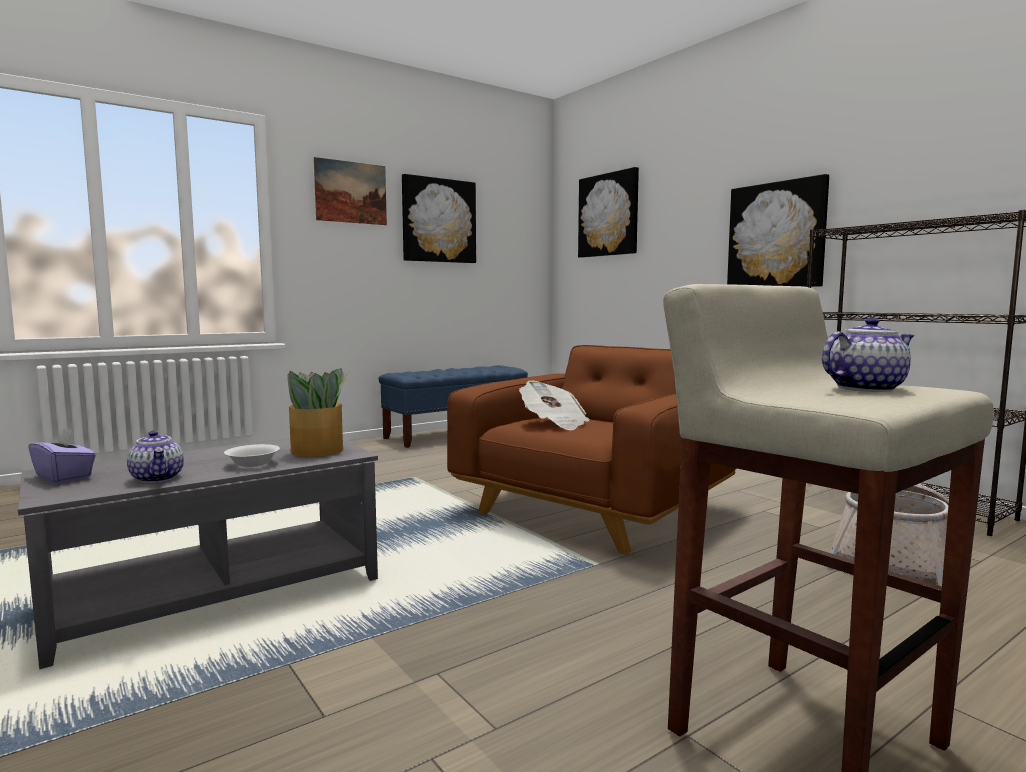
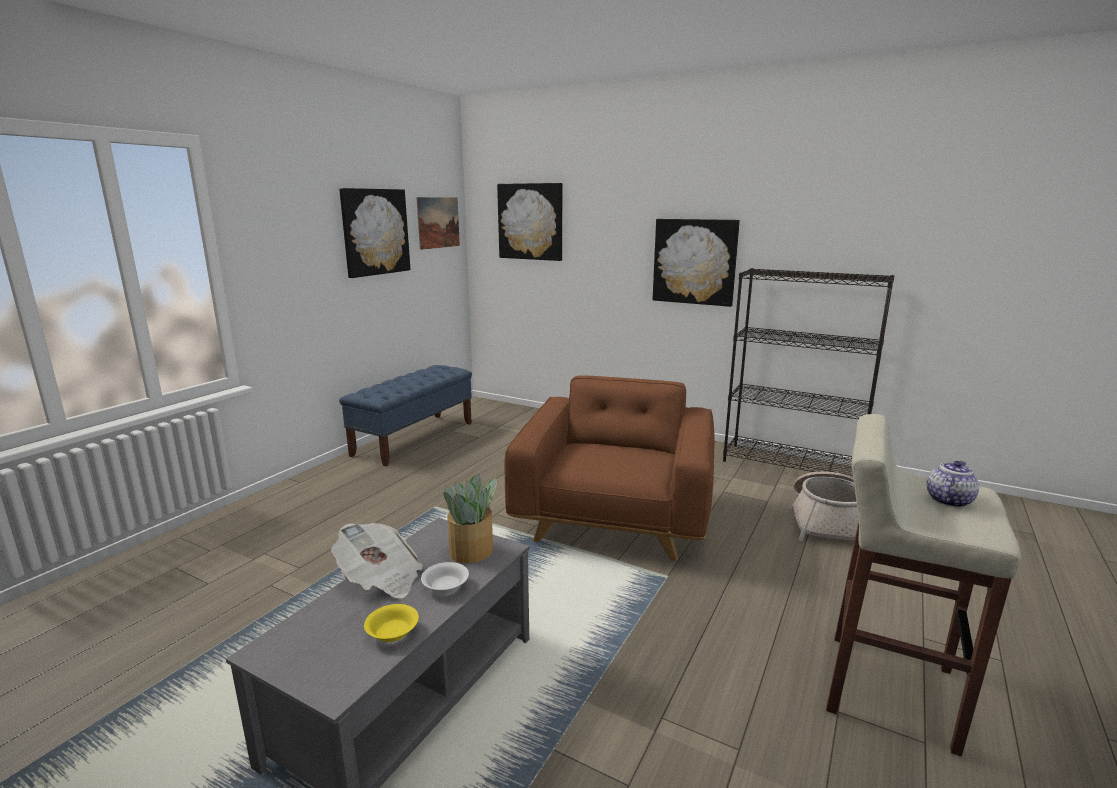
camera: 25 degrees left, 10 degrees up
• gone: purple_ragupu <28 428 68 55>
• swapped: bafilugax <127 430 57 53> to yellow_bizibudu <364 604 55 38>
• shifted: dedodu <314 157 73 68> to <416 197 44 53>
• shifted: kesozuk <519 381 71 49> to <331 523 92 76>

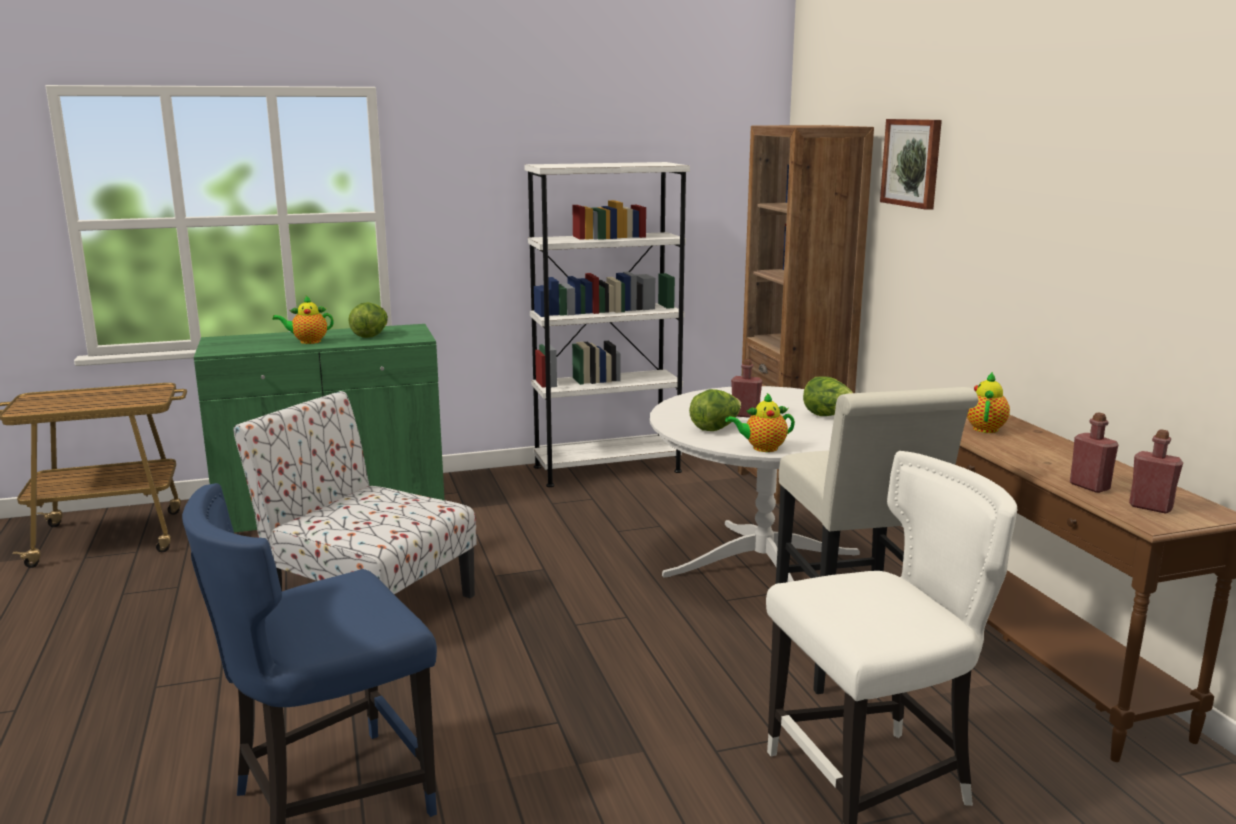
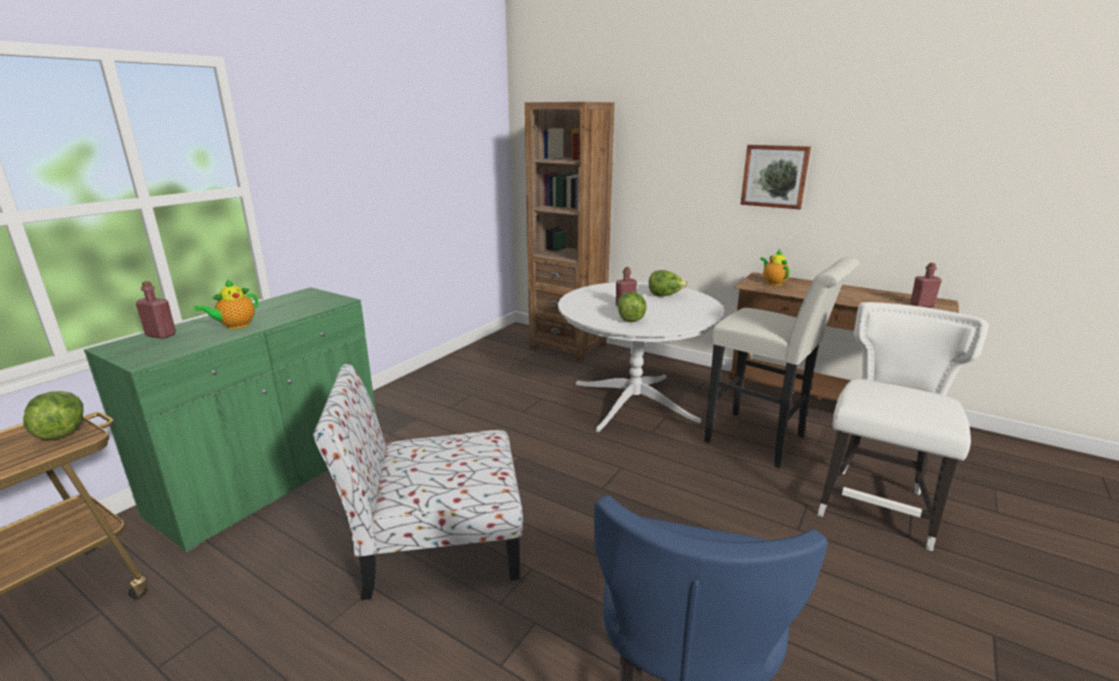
camera: 40 degrees left, 5 degrees up
• shifted: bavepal <348 302 40 36> to <23 391 60 49>
• gone: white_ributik <524 162 166 325>
• gone: bafilugax <725 393 70 59>
• shifted: dedodu <880 119 62 91> to <740 145 71 64>
• shifted: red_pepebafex <1070 413 49 80> to <136 281 40 58>

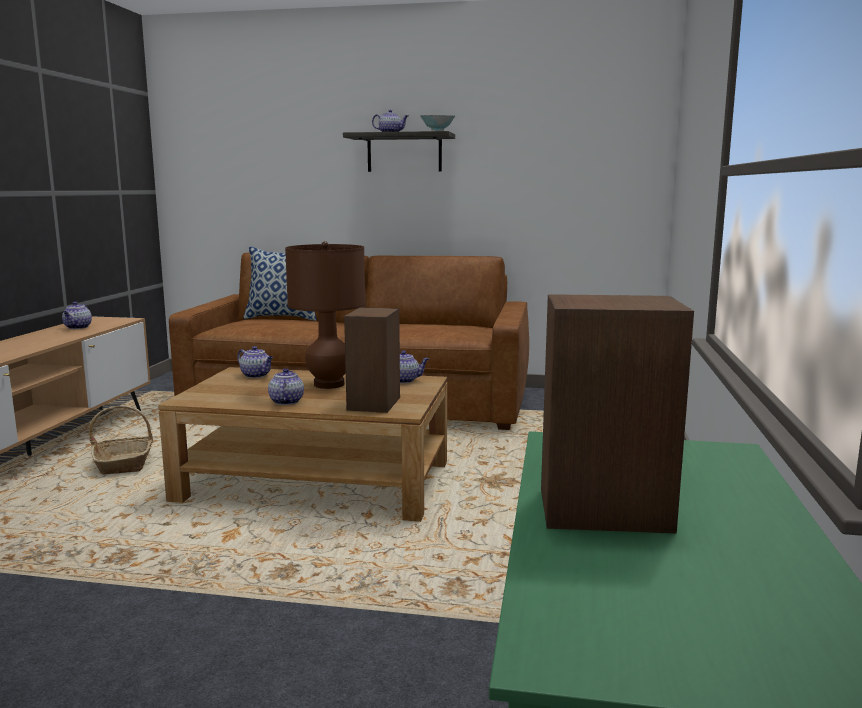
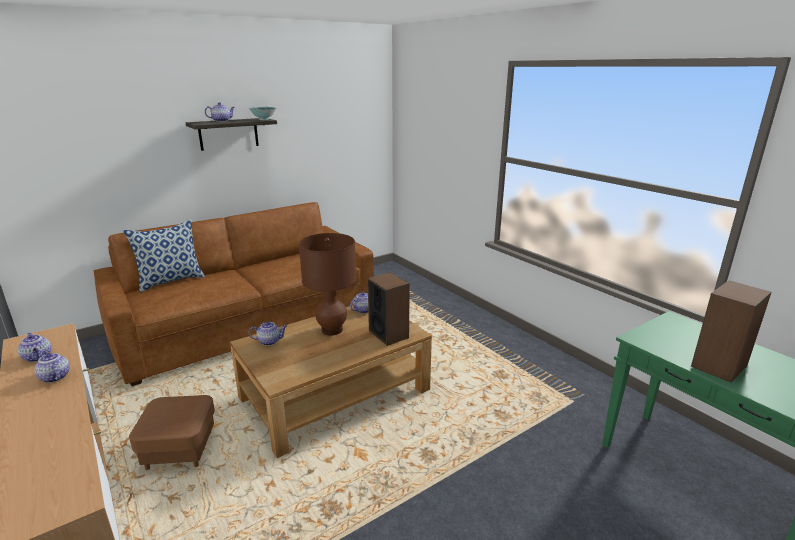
camera: 45 degrees left, 10 degrees up
• swapped: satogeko <89 406 64 68> to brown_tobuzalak <129 395 86 75>
• shifted: bafilugax <268 368 36 37> to <34 351 36 32>

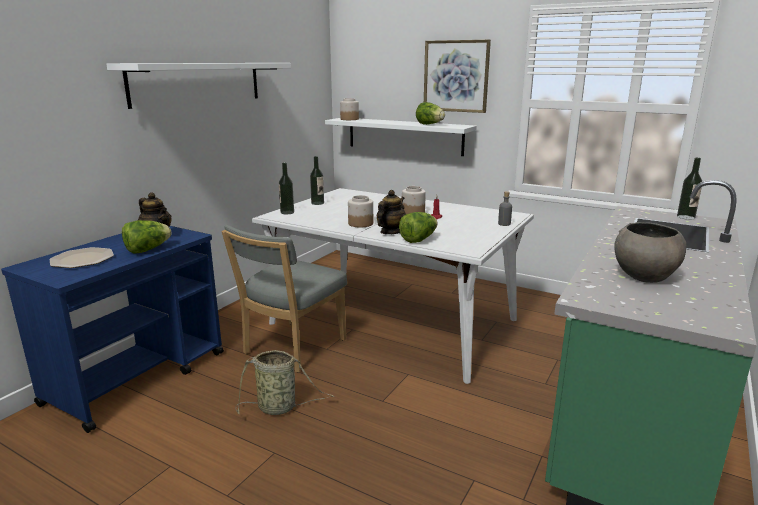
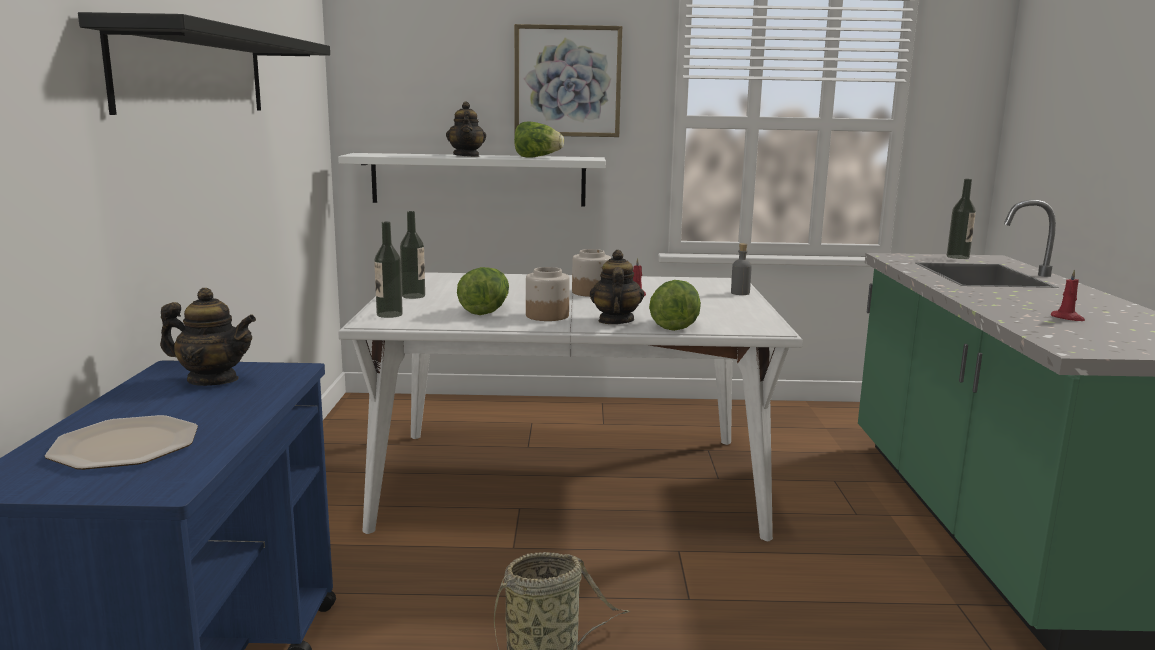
camera: 30 degrees left, 5 degrees down
• repainted: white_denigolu <106 63 185 46> to black_denigolu <78 12 252 103>
• shifted: bavepal <122 220 50 34> to <457 267 52 48>
• gone: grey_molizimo <221 225 126 147>
• gone: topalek <340 98 19 22>
• swapped: grey_bizibudu <614 222 72 61> to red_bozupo <1051 269 34 52>
• new: bafilugax <446 102 40 55>

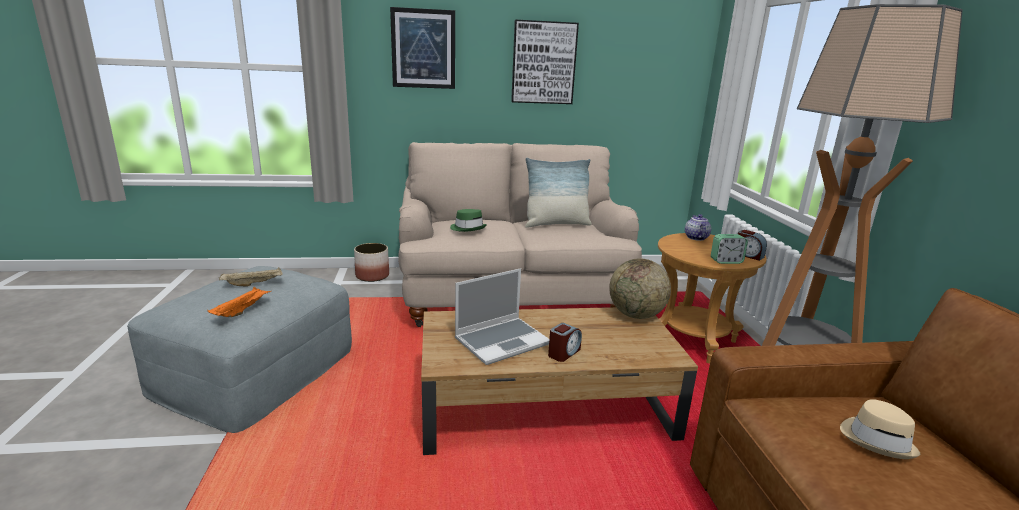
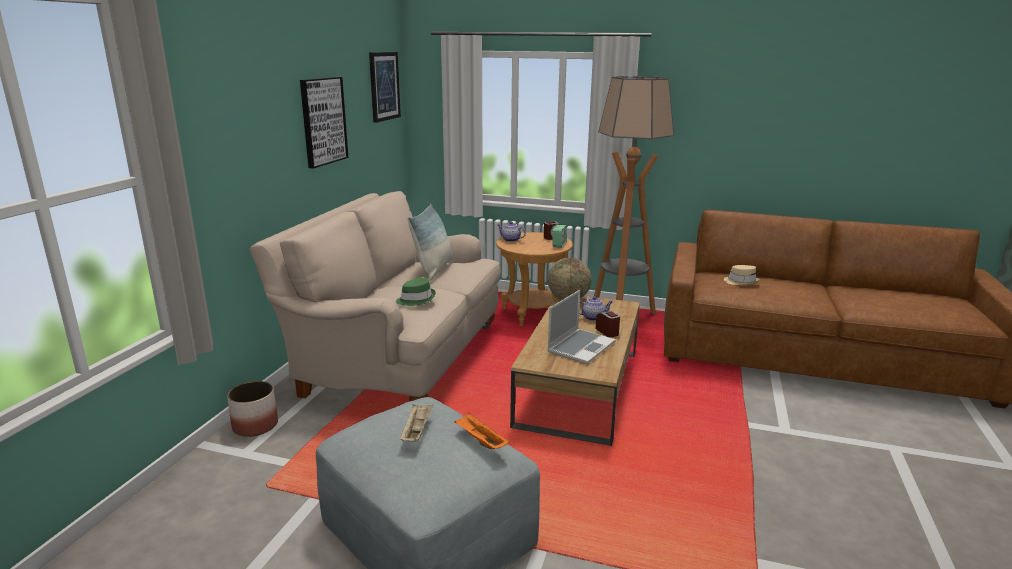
camera: 65 degrees left, 0 degrees up
• shifted: dedodu <390 7 65 82> to <369 52 32 71>
• rotated: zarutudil <455 268 94 97> = <547 290 69 74> 45 degrees clockwise
• new: bafilugax <579 296 34 25>

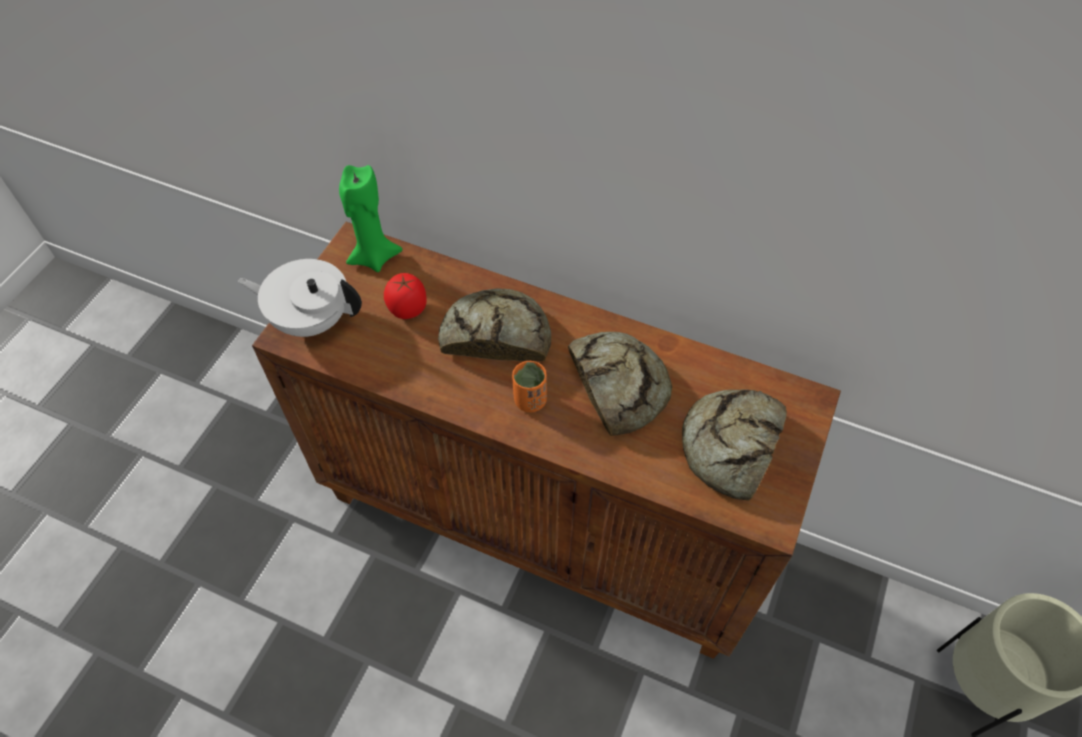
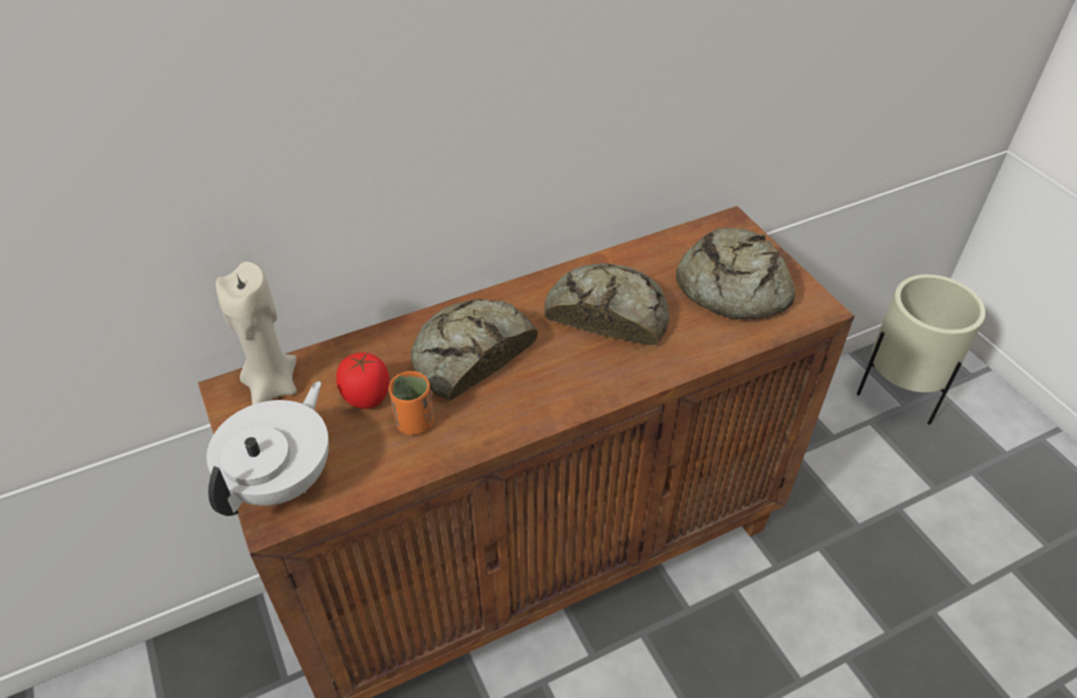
camera: 50 degrees left, 10 degrees down
• rotated: white_bafilugax <238 259 124 78> = <207 381 122 135> 150 degrees clockwise
• repainted: green_bozupo <339 165 64 107> to beige_bozupo <216 262 81 143>
• shifted: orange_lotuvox <512 361 35 51> to <389 371 45 64>

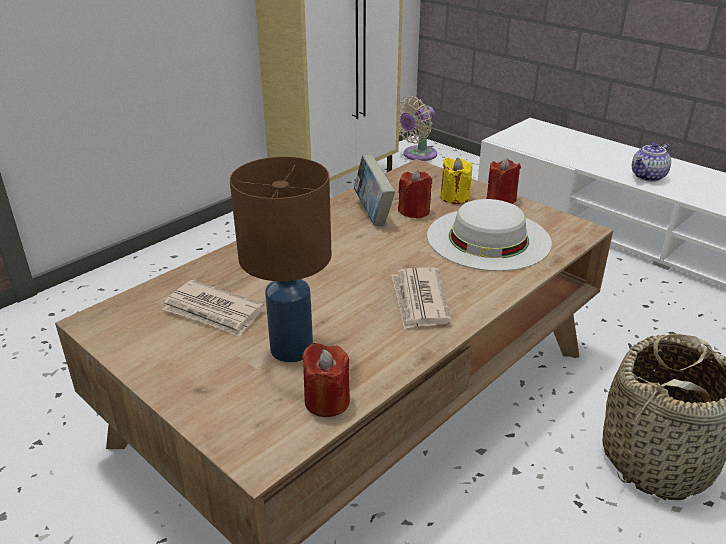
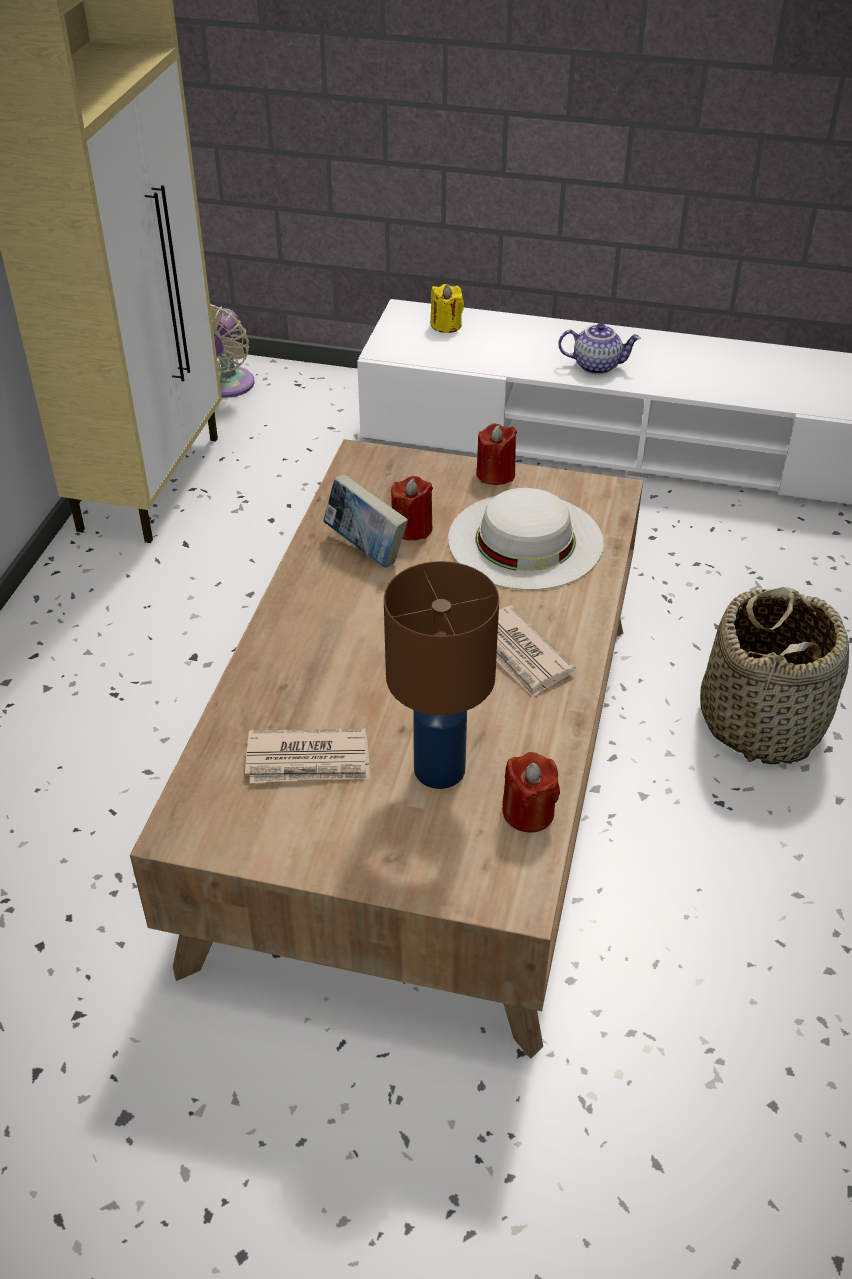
camera: 30 degrees left, 10 degrees up
• shifted: yellow_bozupo <440 157 32 47> to <430 284 34 49>
• rotated: bafilugax <632 143 39 39> = <558 323 83 51> 105 degrees counterclockwise

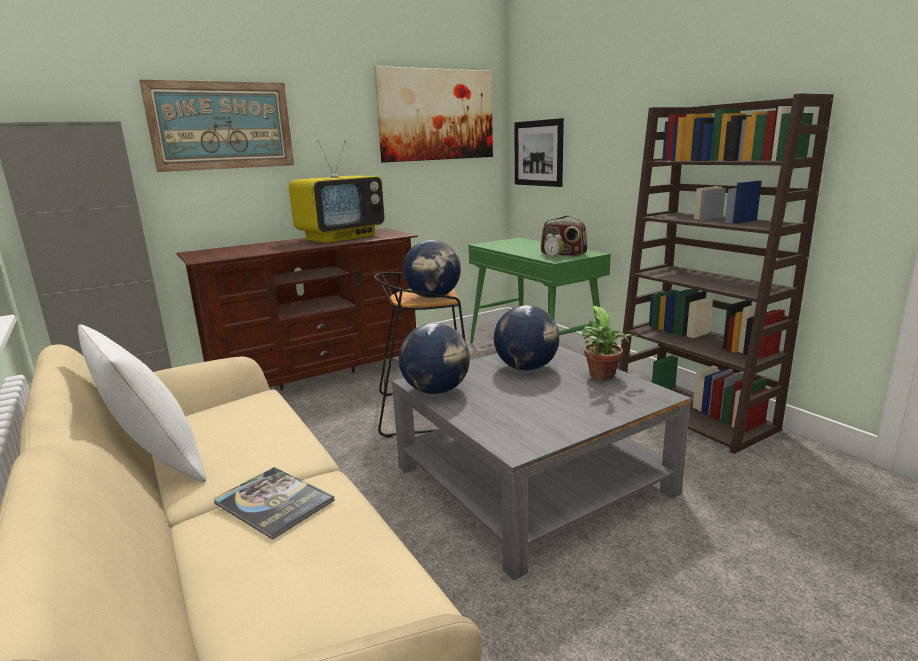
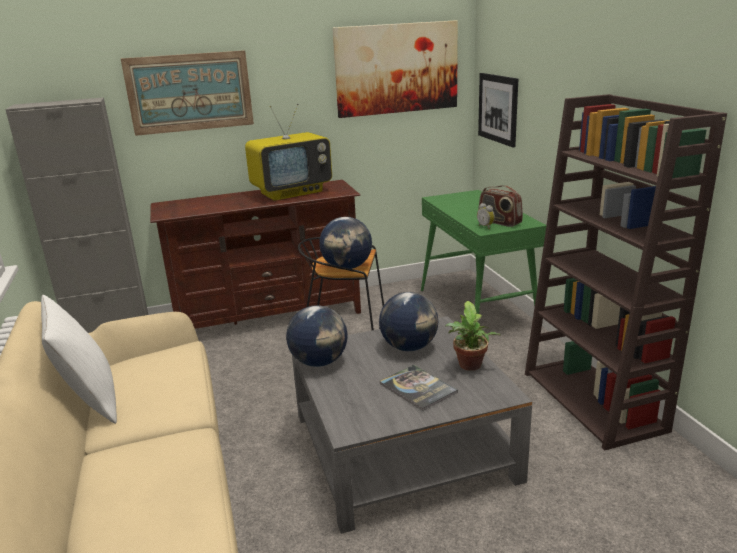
camera: 15 degrees right, 5 degrees up
• shifted: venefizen <214 467 121 73> to <379 365 79 46>

